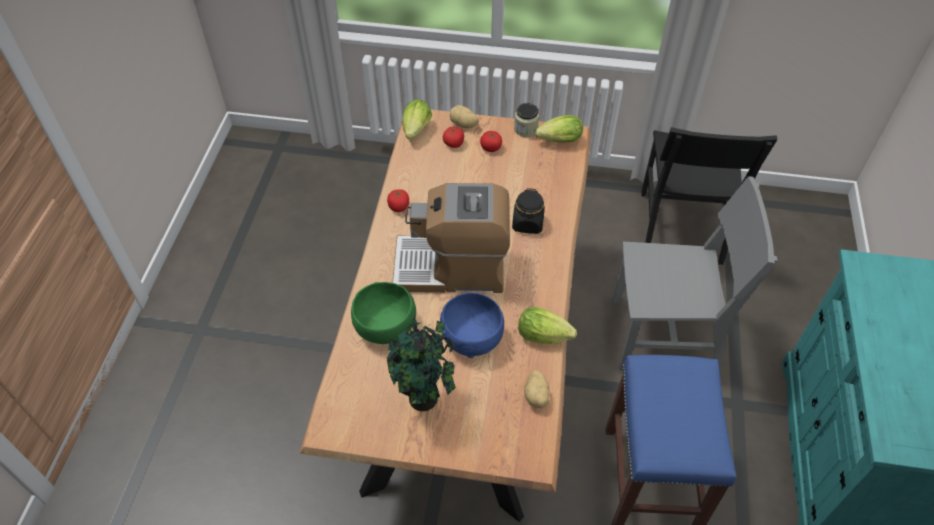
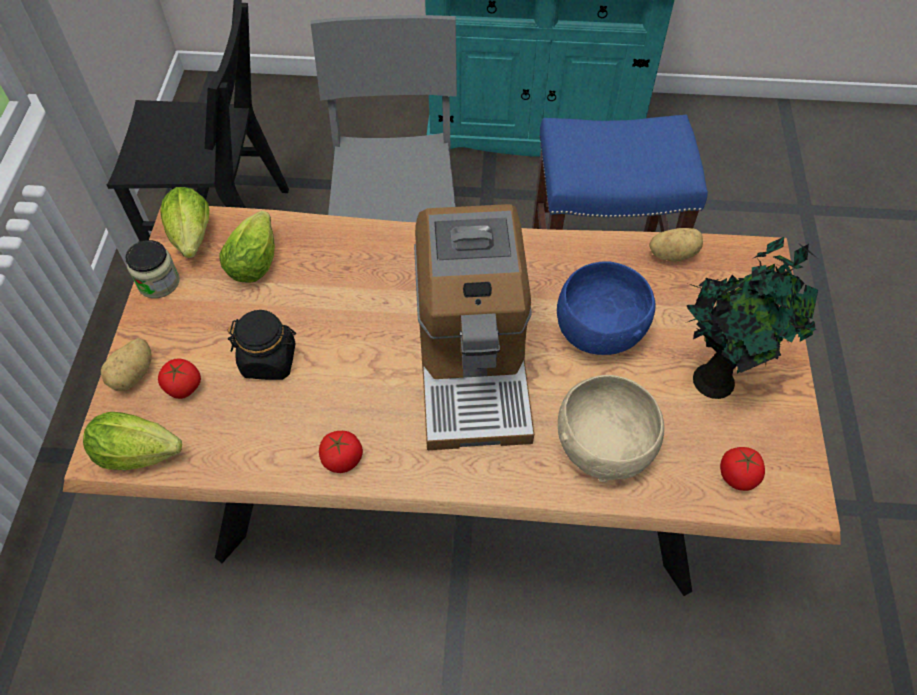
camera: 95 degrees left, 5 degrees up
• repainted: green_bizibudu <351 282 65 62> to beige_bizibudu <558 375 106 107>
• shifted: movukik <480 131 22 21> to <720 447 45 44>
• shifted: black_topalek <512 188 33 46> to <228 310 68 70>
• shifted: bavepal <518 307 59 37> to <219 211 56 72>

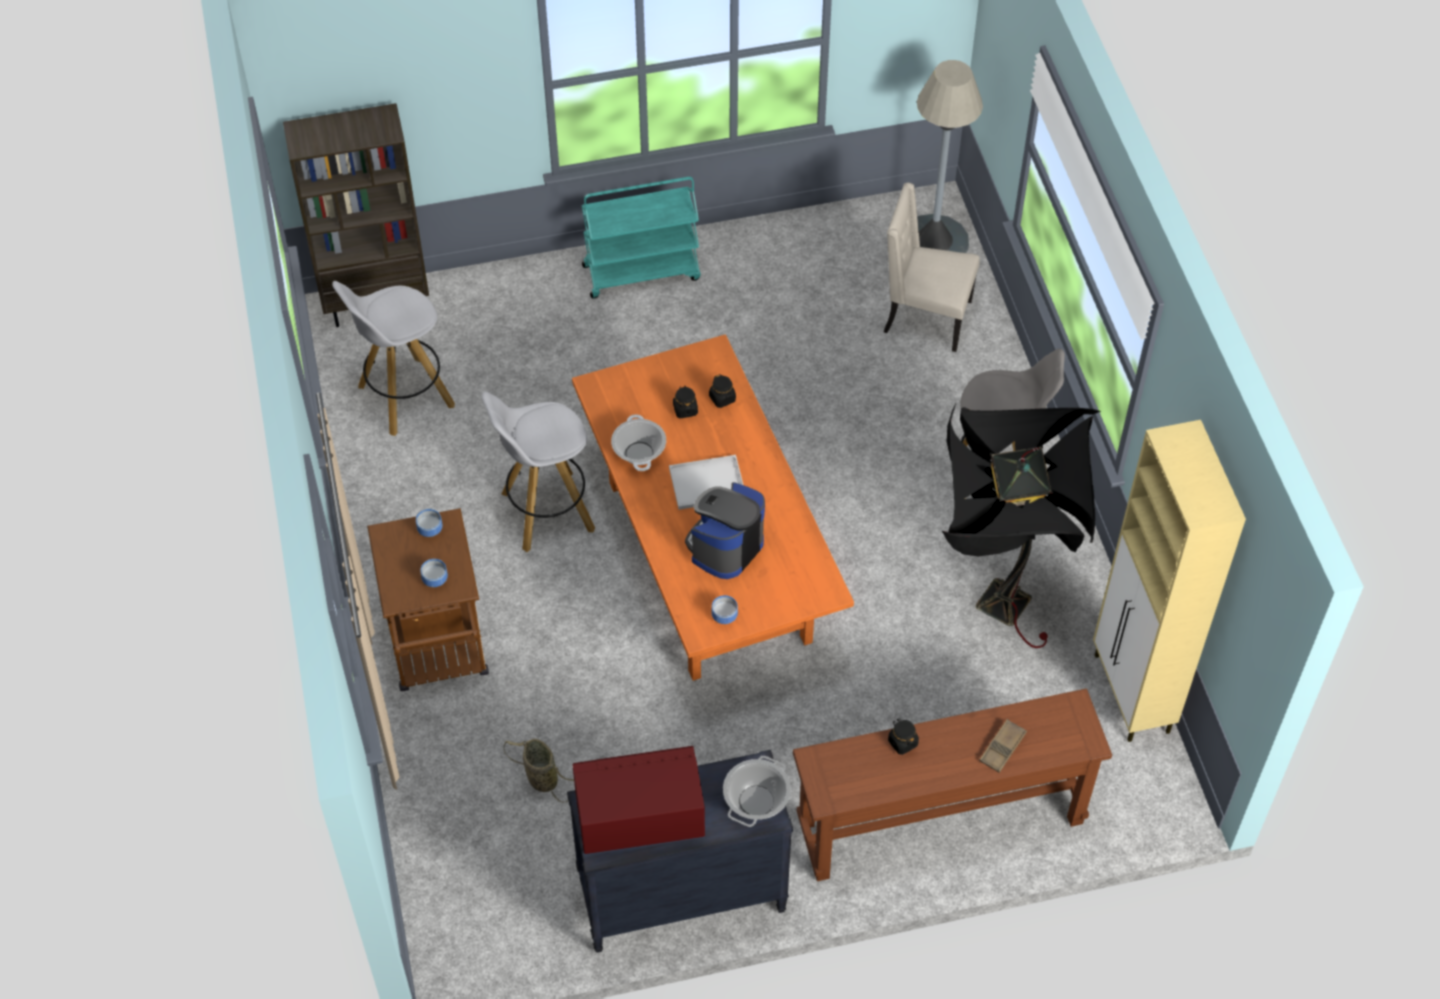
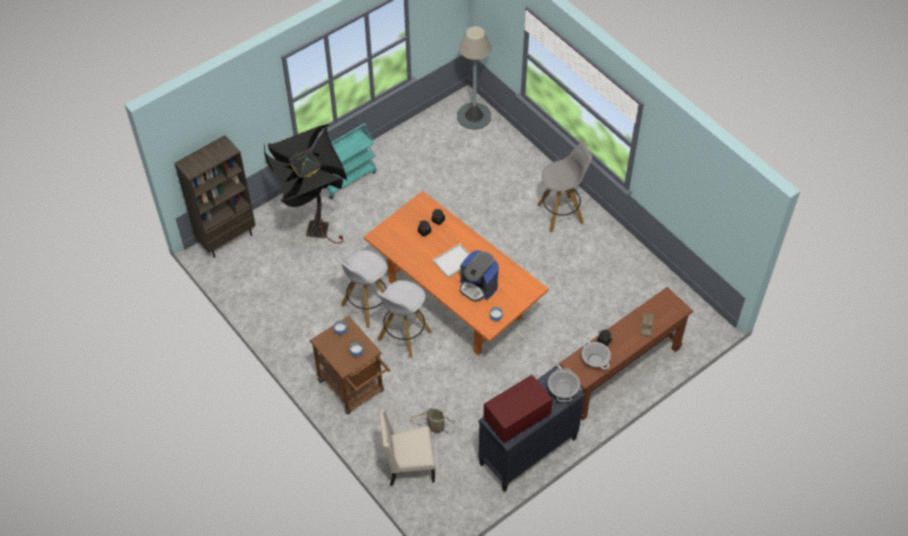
camera: 25 degrees left, 0 degrees up
• shifted: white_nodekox <332 281 123 155> to <377 280 55 78>
• shifted: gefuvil <611 414 55 57> to <582 341 29 29>
• rotated: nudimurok <685 482 80 97> = <459 250 40 52> 60 degrees counterclockwise
• shifted: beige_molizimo <884 182 96 170> to <379 409 57 77>
• shifted: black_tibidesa <942 404 159 244> to <264 124 83 120>
• gone: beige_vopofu <1093 420 153 322>

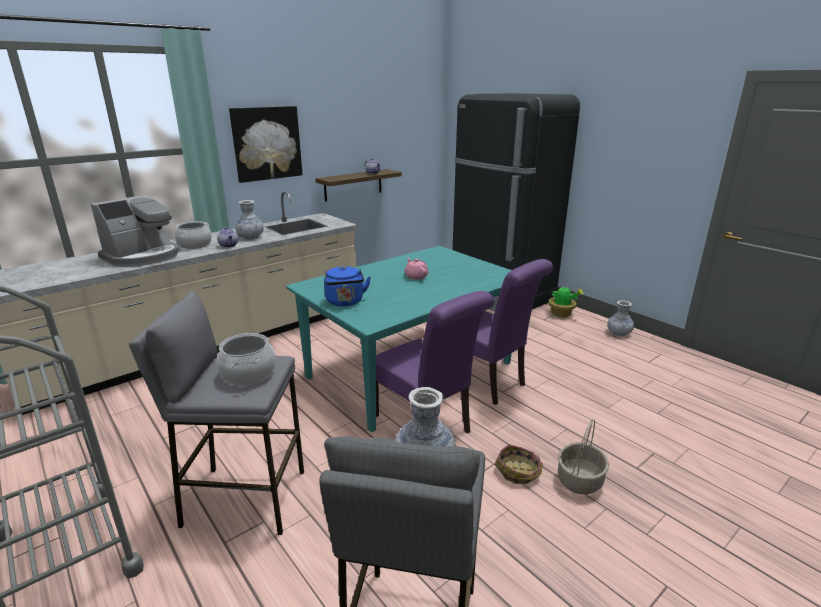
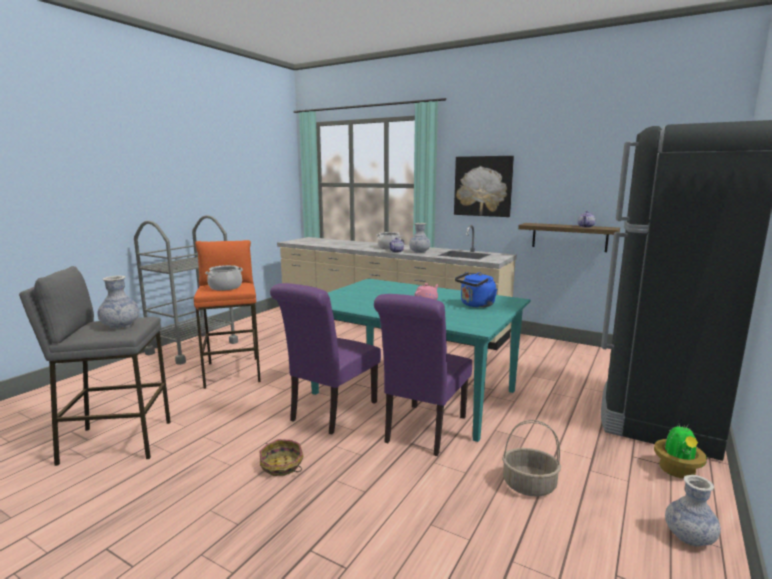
camera: 70 degrees right, 10 degrees down
• gone: nudimurok <90 195 89 72>
• repainted: grey_nodekox <129 291 175 244> to orange_nodekox <194 240 67 149>
• shifted: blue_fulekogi <324 266 47 40> to <455 272 42 36>
• shifted: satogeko <558 419 51 76> to <502 420 59 77>

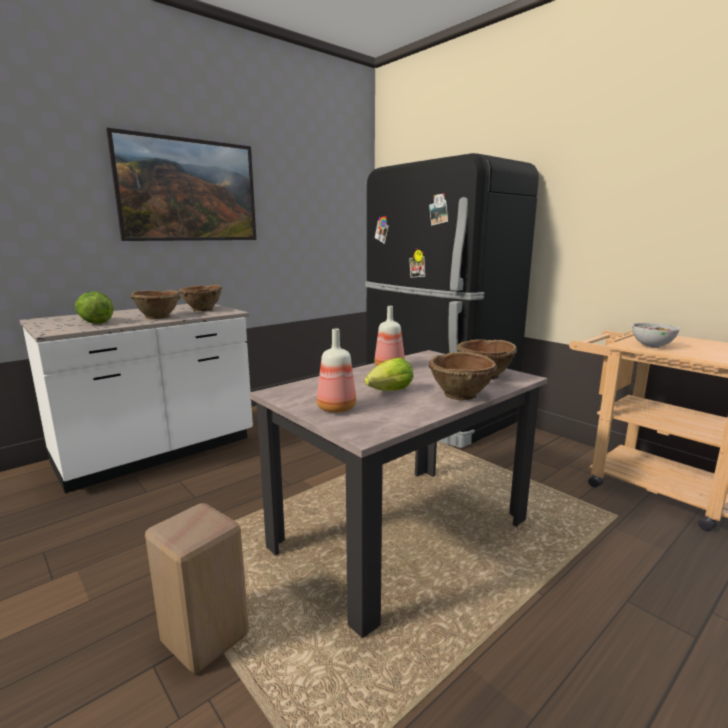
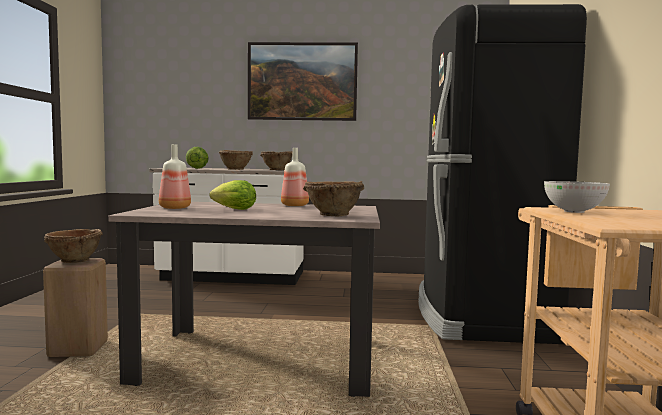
camera: 45 degrees right, 10 degrees down
• shifted: brown_bizibudu <429 352 68 48> to <44 229 59 34>

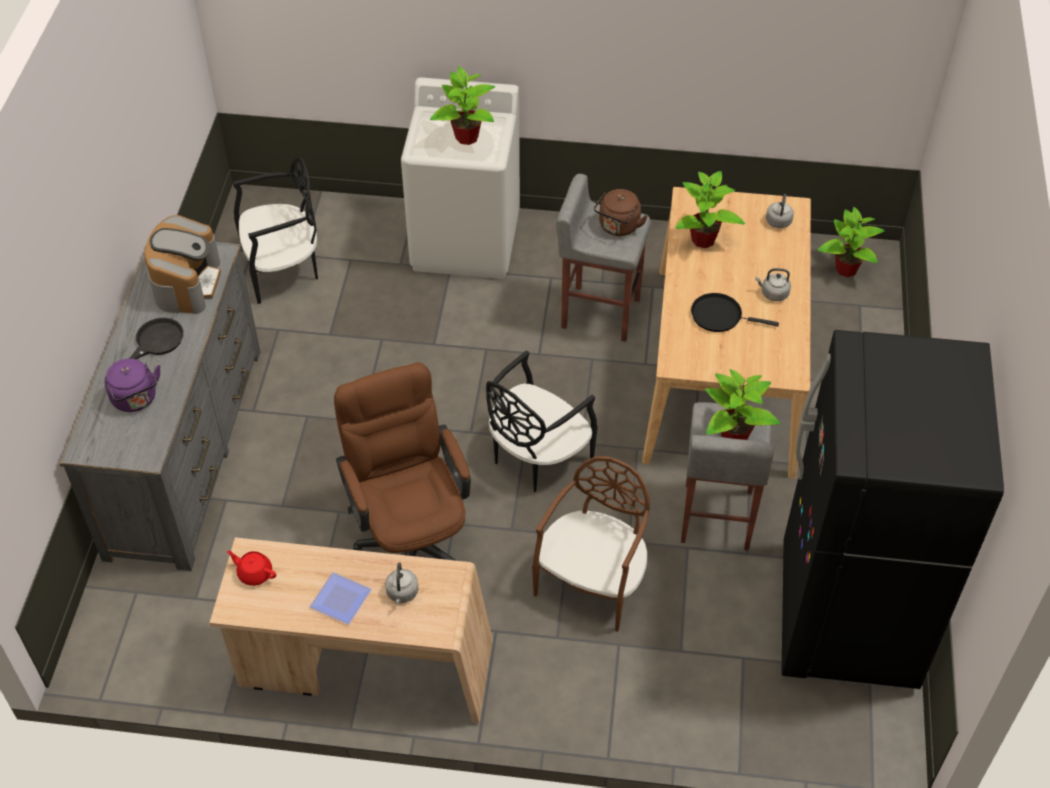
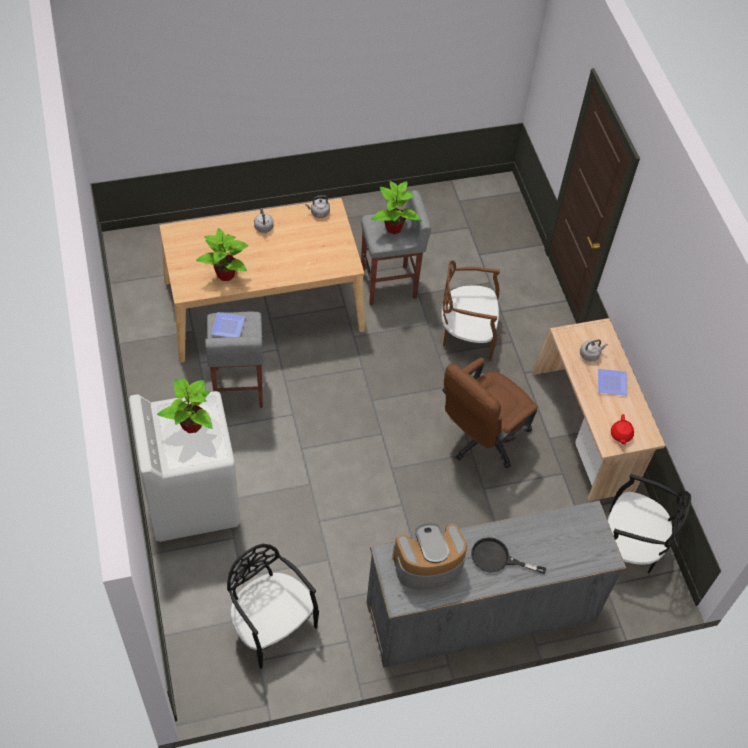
camera: 115 degrees left, 5 degrees up
• gone: purple_fulekogi <105 358 55 54>
• shifted: black_molizimo <486 350 112 142> to <608 474 83 99>
• swapped: brown_fulekogi <594 189 54 47> to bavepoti <211 312 34 25>
• gone: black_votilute <691 293 88 39>
• shifted: grey_fulekogi <766 194 28 34> to <305 195 25 23>
• gone: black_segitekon <781 330 223 359>
• gone: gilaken <818 207 67 70>

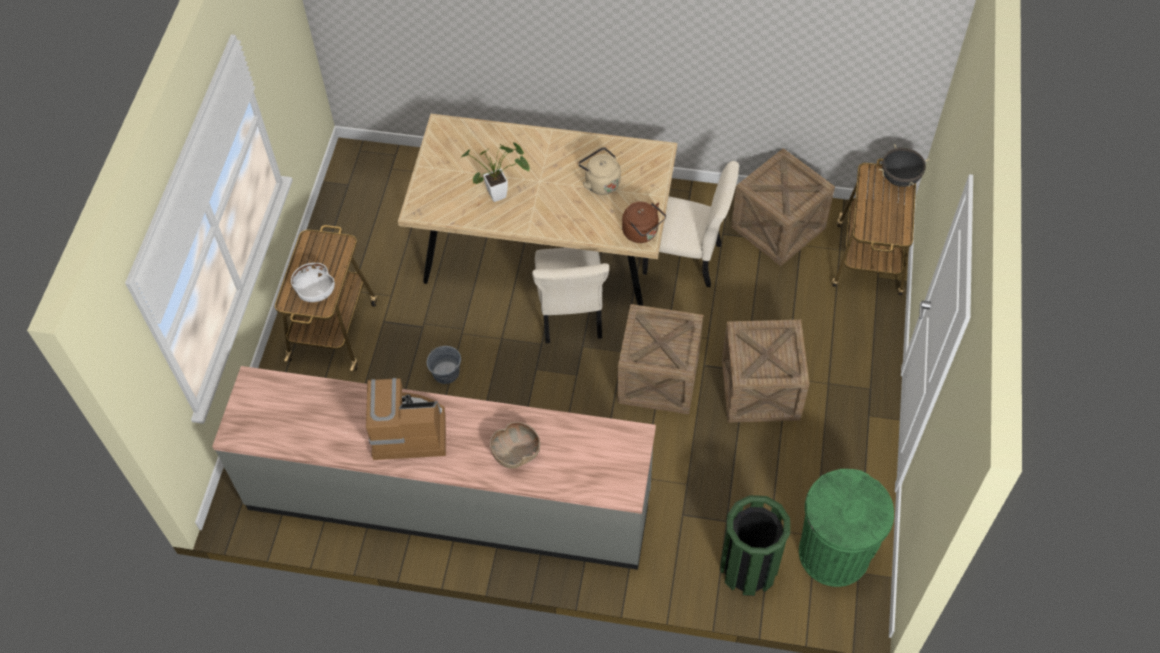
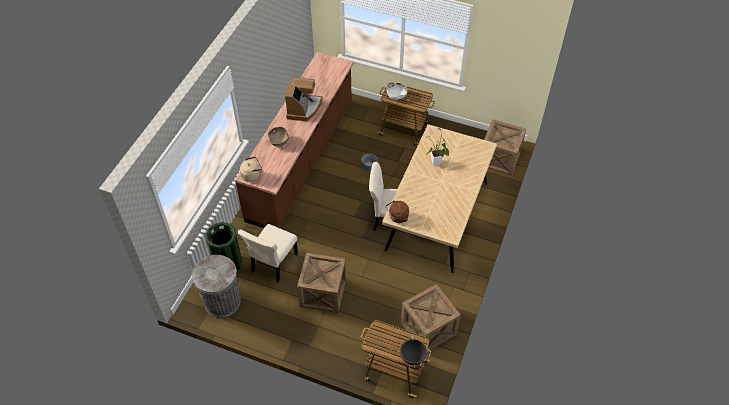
camera: 100 degrees right, 5 degrees down
• repainted: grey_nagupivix <212 366 444 204> to brown_nagupivix <235 52 119 176>
• shifted: beige_fulekogi <578 147 43 48> to <240 157 22 25>
• shifted: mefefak <617 304 86 110> to <484 119 42 57>
• shifted: beige_molizimo <643 161 96 126> to <238 224 60 59>
• repainted: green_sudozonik <799 469 95 118> to grey_sudozonik <192 255 48 63>

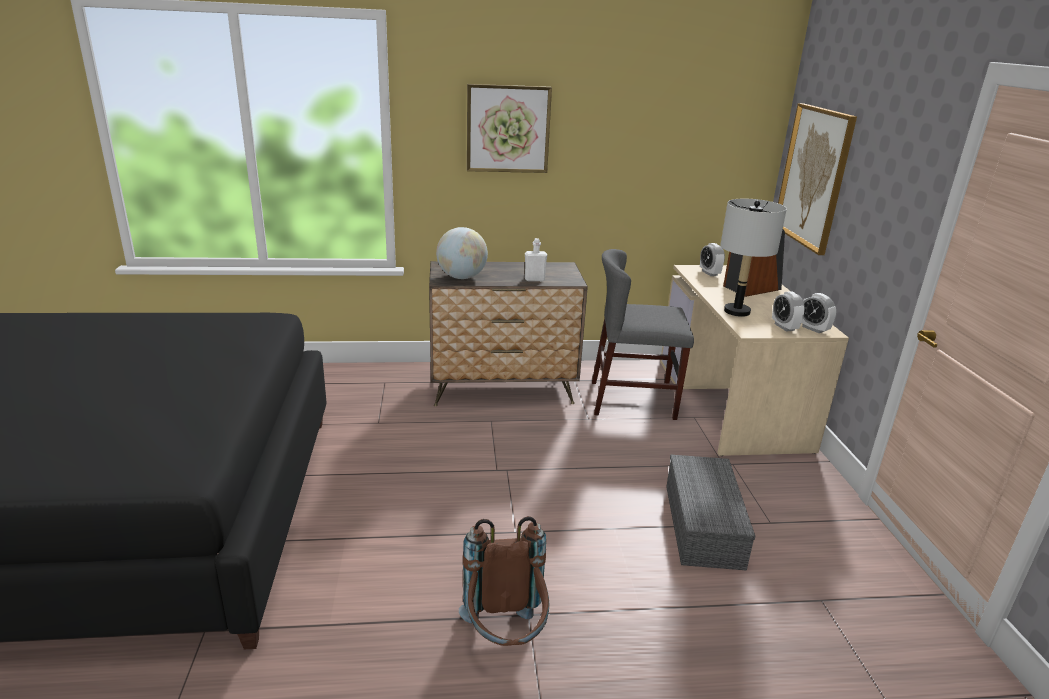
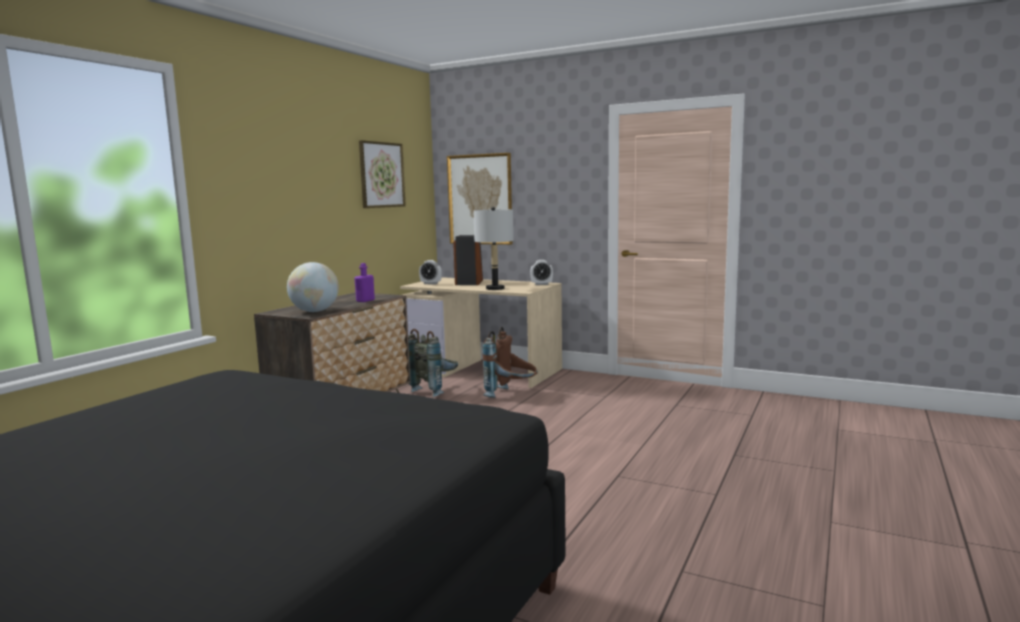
camera: 55 degrees left, 15 degrees down
• shifted: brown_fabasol <459 516 90 130> to <482 327 56 71>
• shifted: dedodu <467 84 85 89> to <359 140 47 68>
• repainted: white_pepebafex <525 238 22 43> to purple_pepebafex <354 263 21 39>
• swapped: grey_molizimo <592 249 102 171> to grey_fabasol <408 329 50 68>
• gone: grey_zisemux <666 454 89 117>
• gone: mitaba <772 291 33 41>

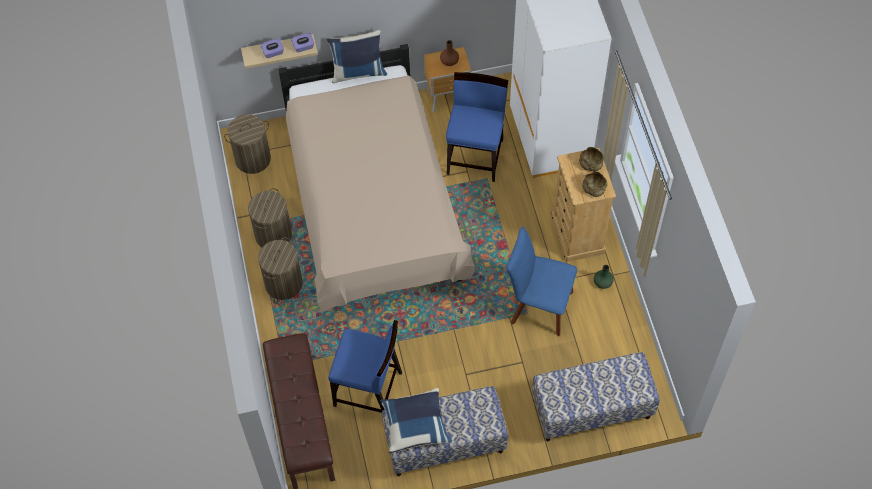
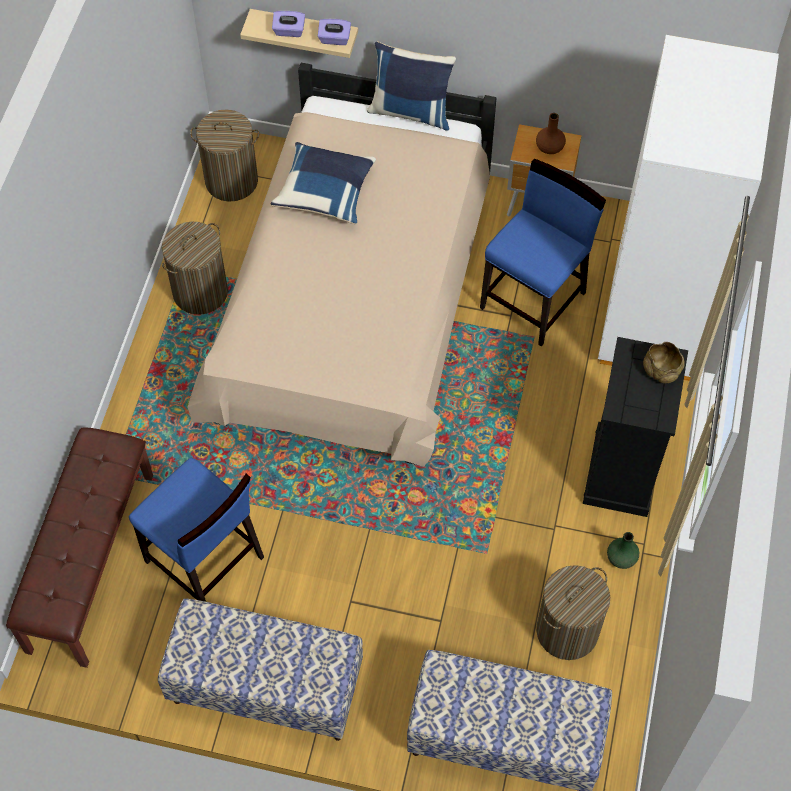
camera: 25 degrees right, 0 degrees up
• shifted: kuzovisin <258 237 45 63> to <536 565 74 95>
• shifted: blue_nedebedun <380 388 72 66> to <271 142 105 82>
• gone: blue_molizimo <506 227 71 109>
• repainted: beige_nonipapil <551 148 65 114> to black_nonipapil <583 337 105 180>
• gone: beige_bizibudu <582 171 25 26>

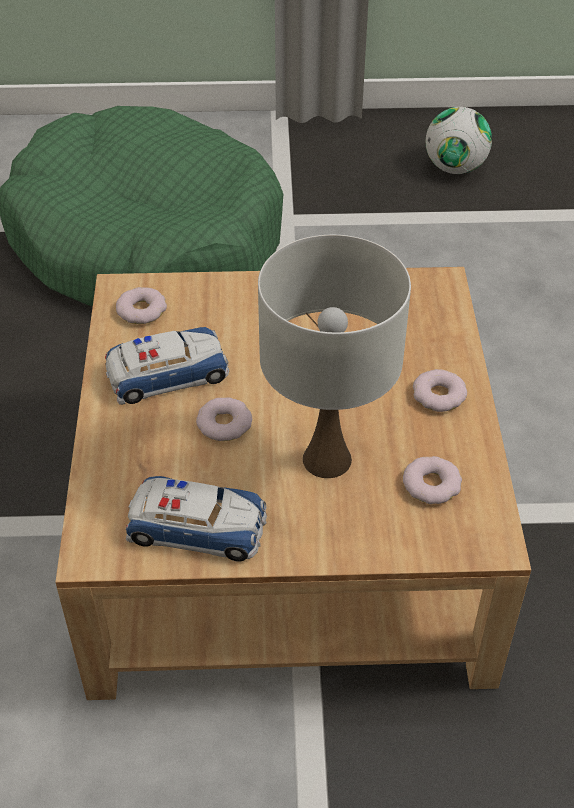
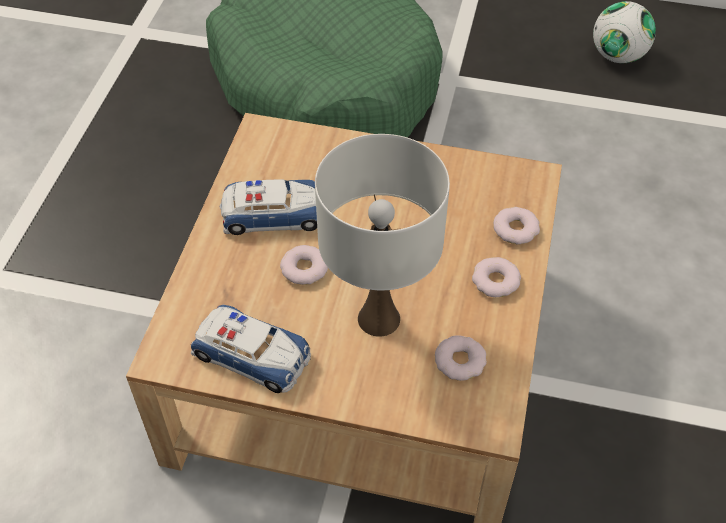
camera: 15 degrees right, 5 degrees up
• shifted: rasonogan <116 287 51 37> to <493 207 47 38>

